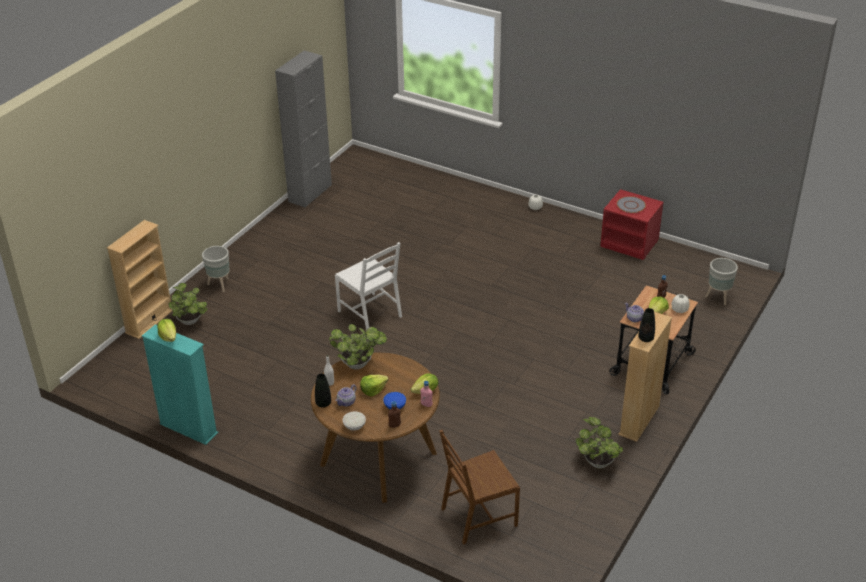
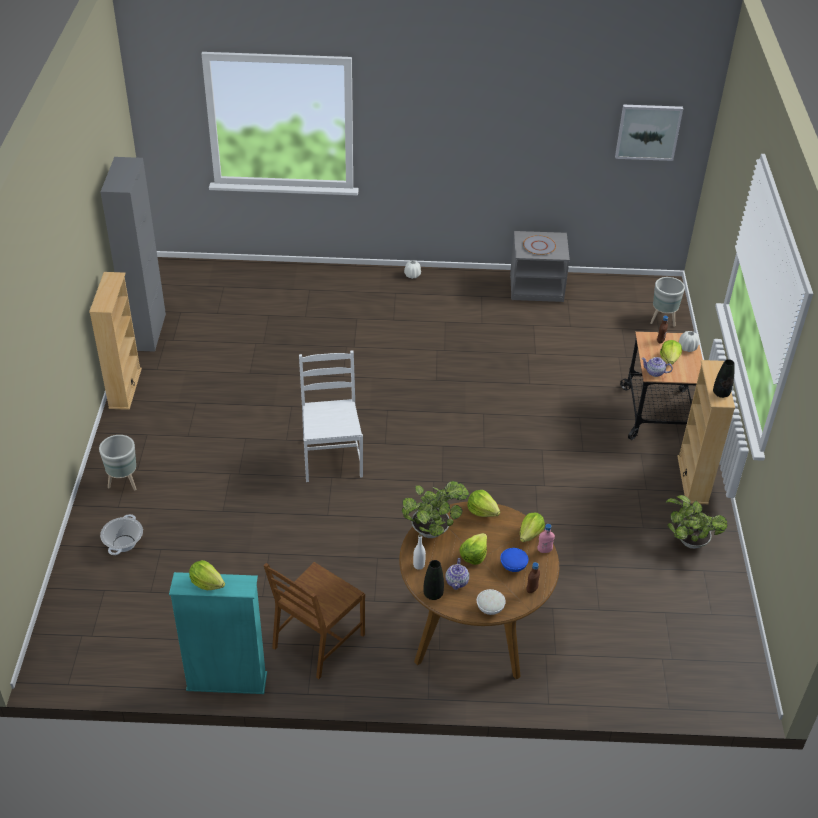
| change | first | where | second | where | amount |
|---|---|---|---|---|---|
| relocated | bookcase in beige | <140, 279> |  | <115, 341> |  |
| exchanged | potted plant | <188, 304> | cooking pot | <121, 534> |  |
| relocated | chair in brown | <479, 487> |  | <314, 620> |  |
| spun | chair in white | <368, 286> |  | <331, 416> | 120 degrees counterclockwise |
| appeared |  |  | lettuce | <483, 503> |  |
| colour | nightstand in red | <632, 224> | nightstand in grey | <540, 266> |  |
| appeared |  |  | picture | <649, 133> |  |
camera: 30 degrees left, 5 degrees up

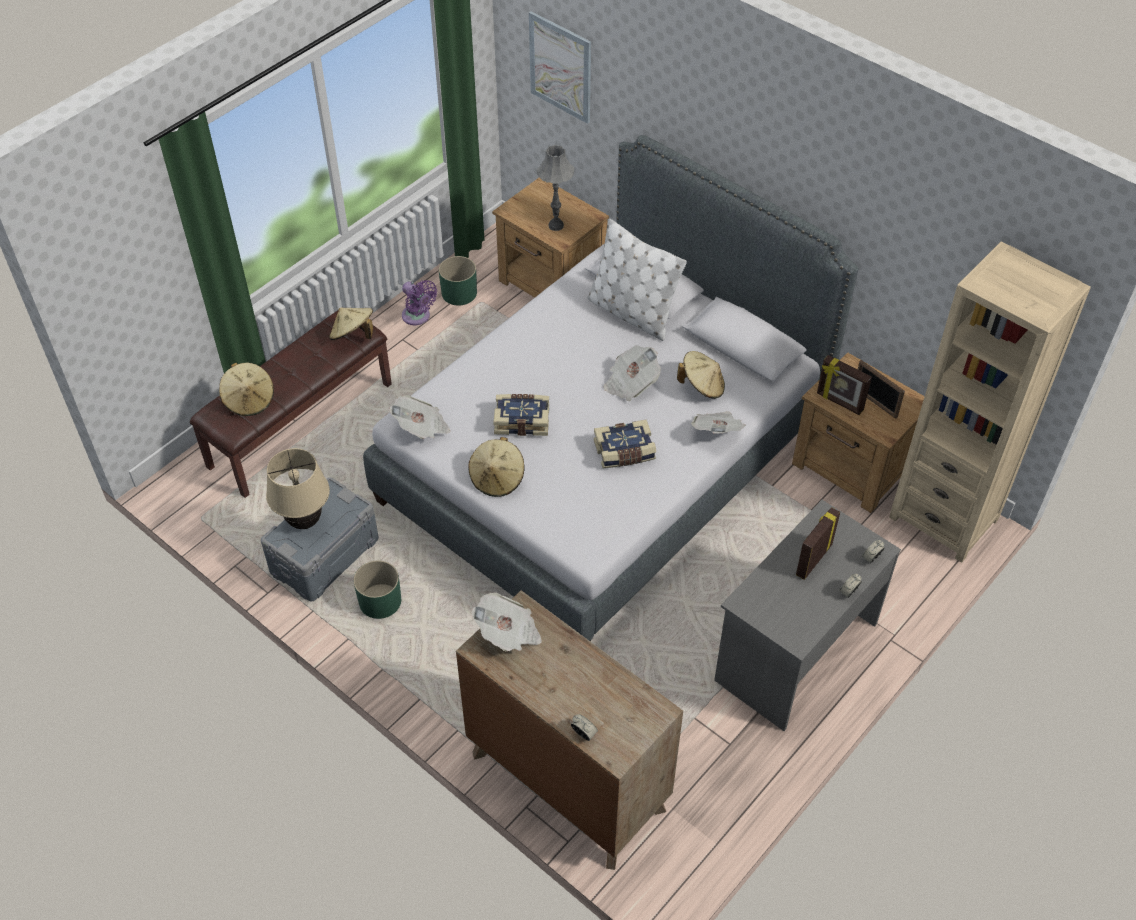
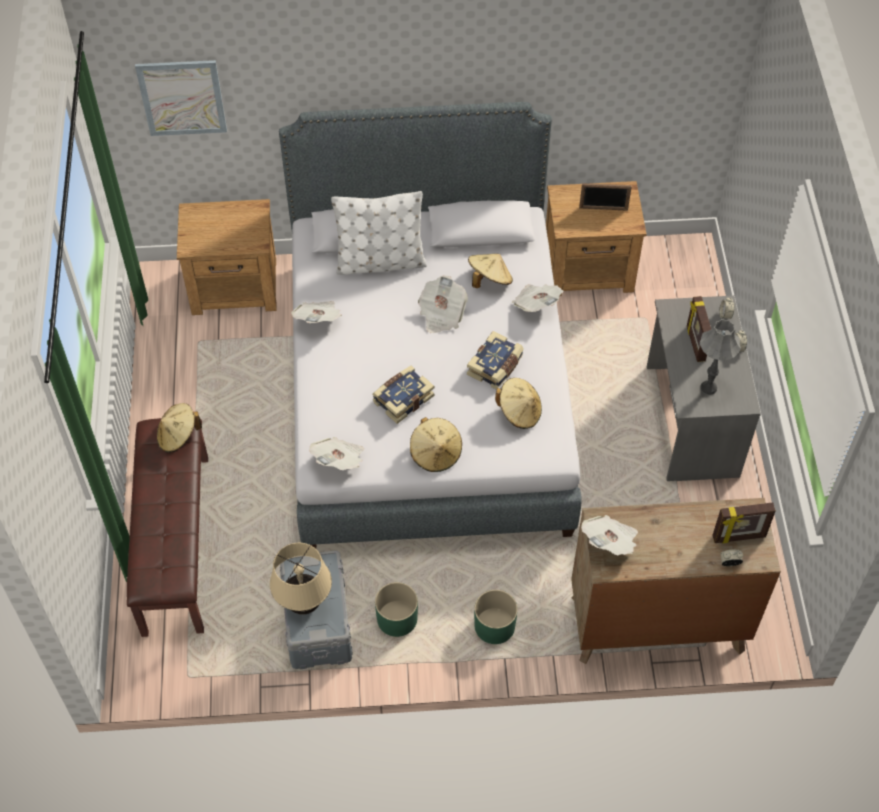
| change | first | where | second | where | amount |
|---|---|---|---|---|---|
| appeared |  |  | newspaper | <316, 312> |  |
| relocated | planter in green | <458, 281> |  | <496, 617> |  |
| relocated | hat in beige | <246, 389> |  | <518, 403> |  |
| relocated | table lamp in grey | <555, 188> |  | <720, 357> |  |
| relocated | picture frame | <844, 385> |  | <744, 523> |  |
| missing | fan in purple | <419, 302> |  |  |  |
| missing | bookcase in beige | <990, 402> |  |  |  |
camera: 45 degrees left, 5 degrees up

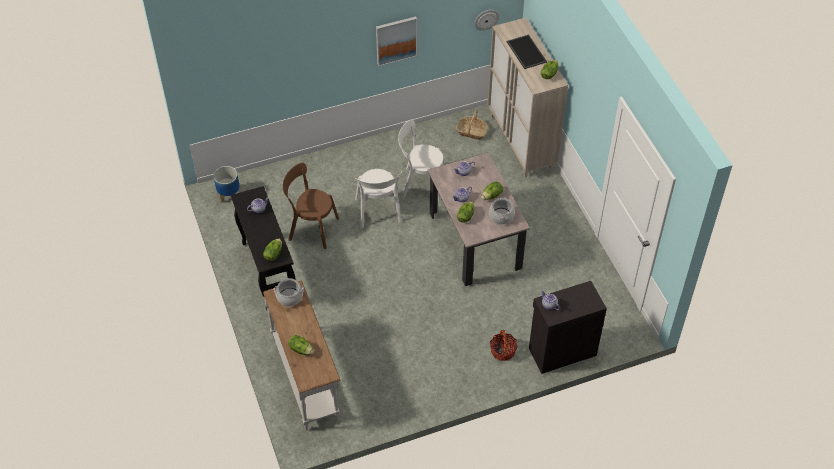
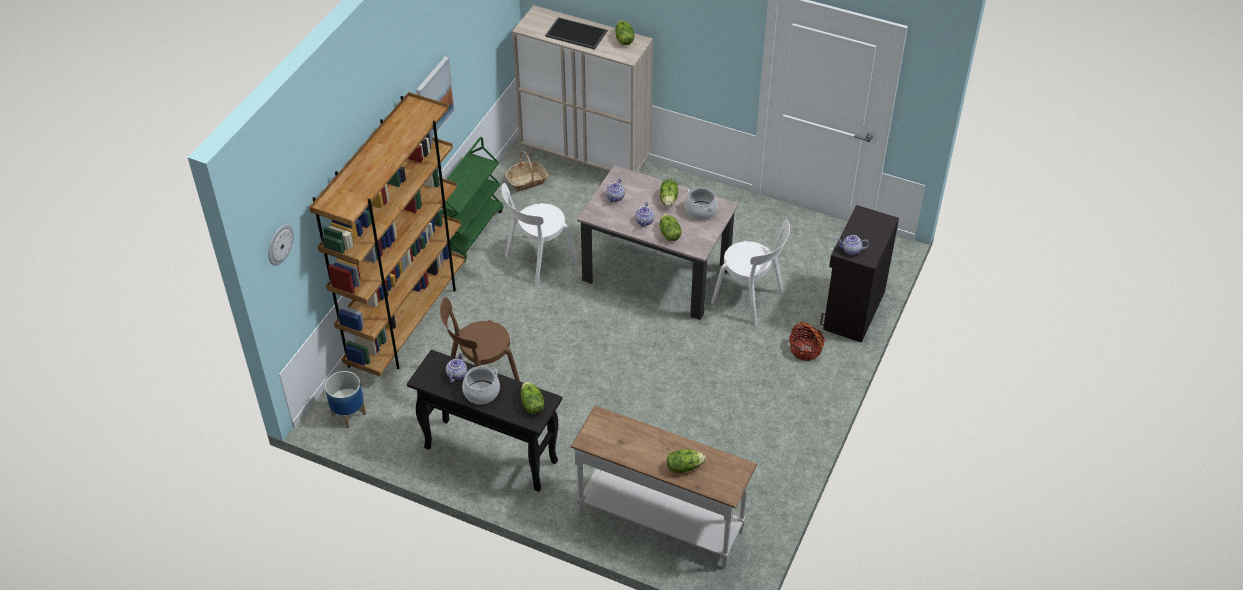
| change | first | where | second | where | amount |
|---|---|---|---|---|---|
| relocated | wall clock | <487, 20> |  | <281, 245> |  |
| appeared |  |  | bookcase in brown | <387, 234> |  |
| appeared |  |  | cart in green | <472, 199> |  |
| relocated | cooking pot | <288, 292> |  | <481, 385> |  |
| relocated | chair in white | <378, 198> |  | <750, 273> |  |
camera: 45 degrees left, 5 degrees down

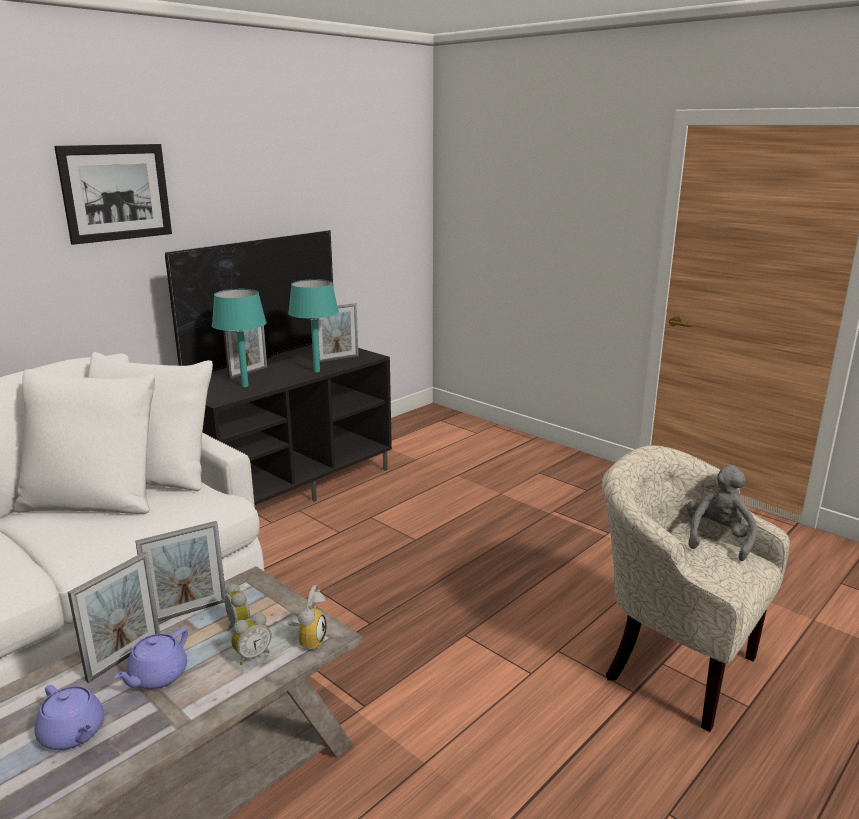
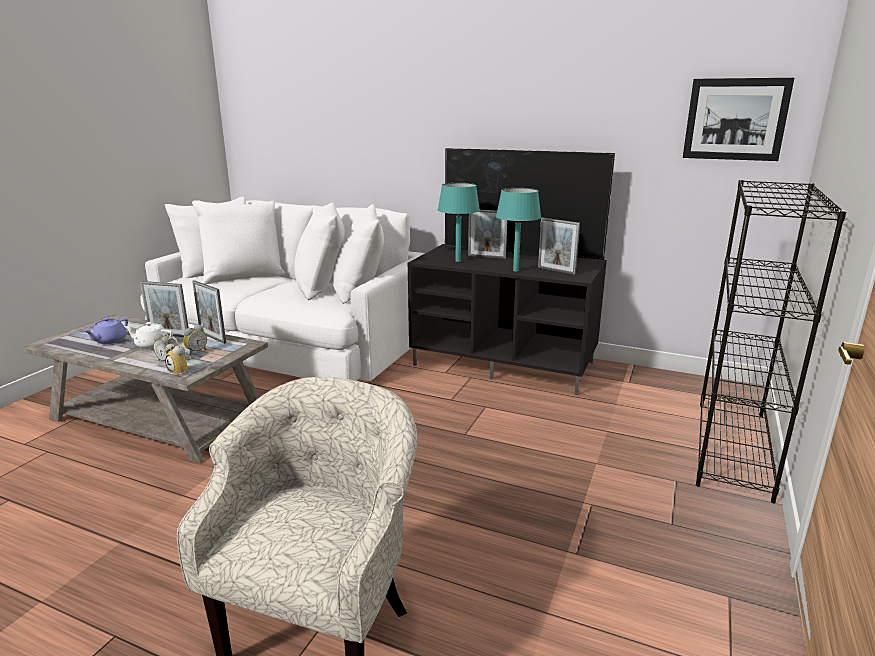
| change | first | where | second | where | amount |
|---|---|---|---|---|---|
| colour | teapot in purple | <151, 658> | teapot in white | <148, 335> |  |
| spun | alarm clock | <307, 618> |  | <178, 356> | 45 degrees clockwise |
| relocated | picture | <113, 194> |  | <738, 119> |  |
| appeared |  |  | bookcase in black | <771, 341> |  |
| missing | plush toy in grey | <722, 513> |  |  |  |
camera: 70 degrees right, 0 degrees up

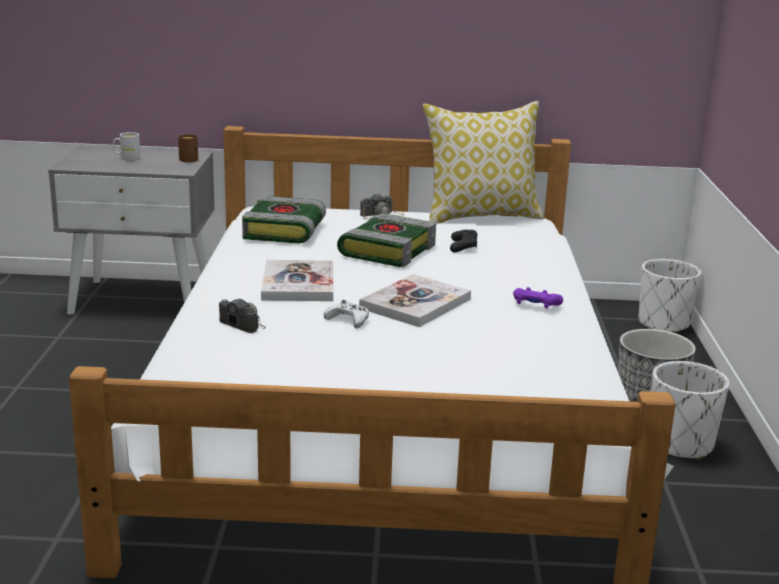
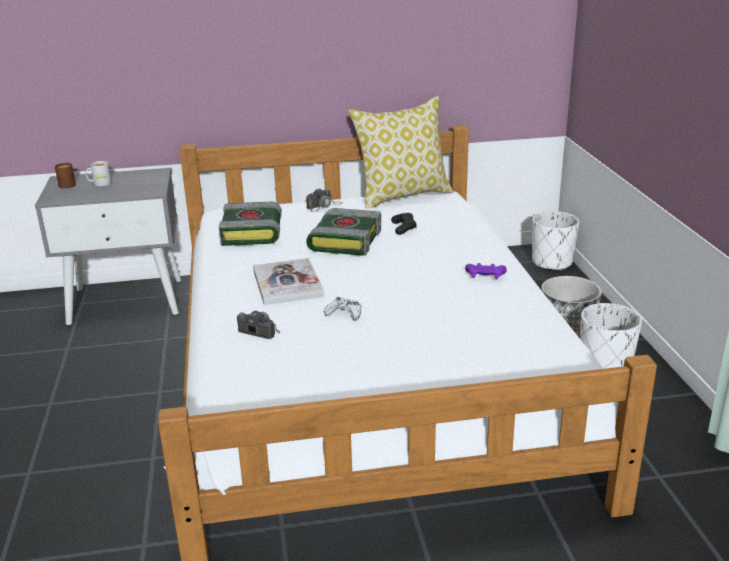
| change | first | where | second | where | amount |
|---|---|---|---|---|---|
| relocated | mug in brown | <188, 148> |  | <65, 175> |  |
| missing | book | <415, 300> |  |  |  |
camera: 10 degrees left, 5 degrees up

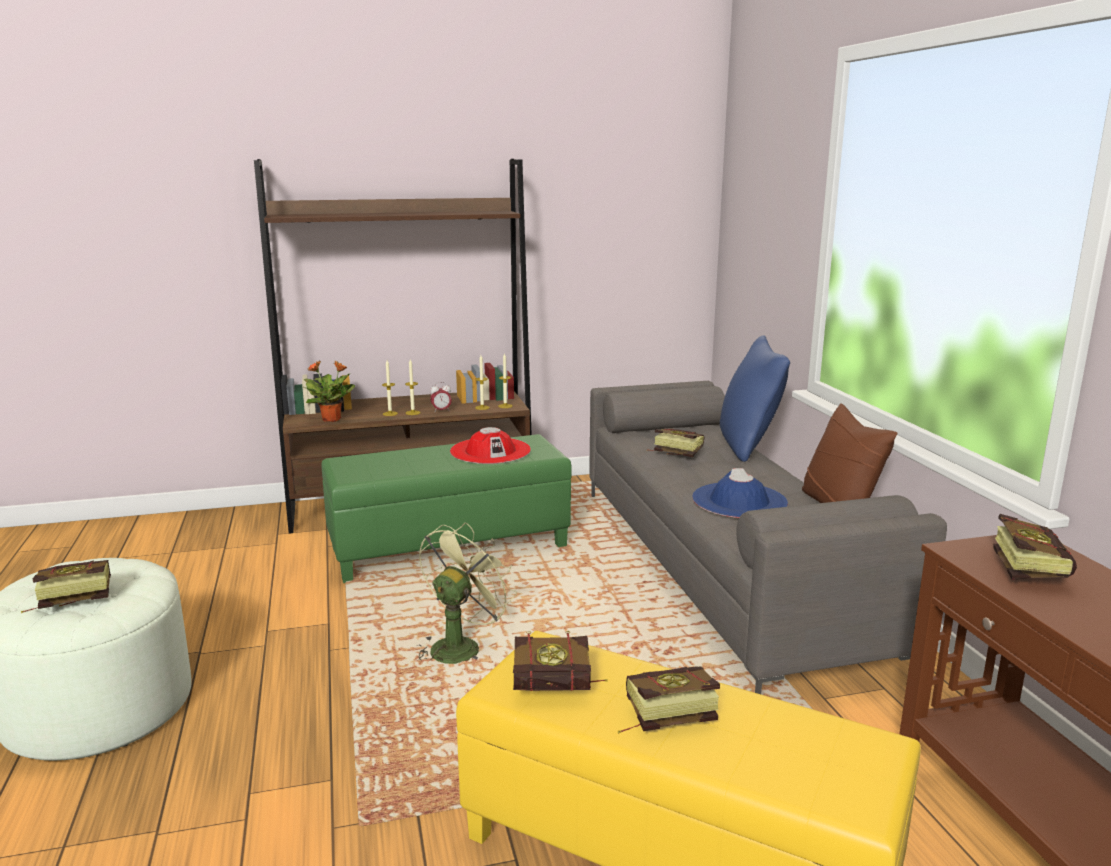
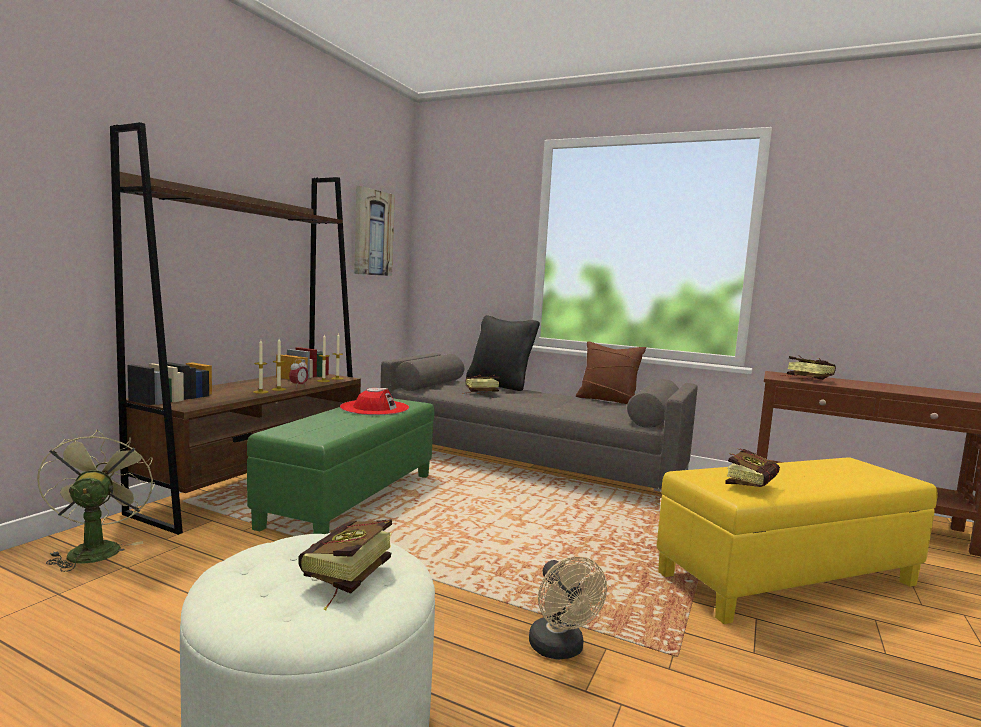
| change | first | where | second | where | amount |
|---|---|---|---|---|---|
| relocated | fan in green | <467, 593> |  | <96, 500> |  |
| appeared |  |  | picture | <374, 231> |  |
| colour | pillow in blue | <755, 398> | pillow in black | <503, 353> |  |
| appeared |  |  | fan in beige | <568, 608> |  |
| missing | potted plant | <329, 391> |  |  |  |
| missing | book | <669, 700> |  |  |  |
| missing | hat in blue | <740, 493> |  |  |  |
camera: 50 degrees left, 10 degrees down

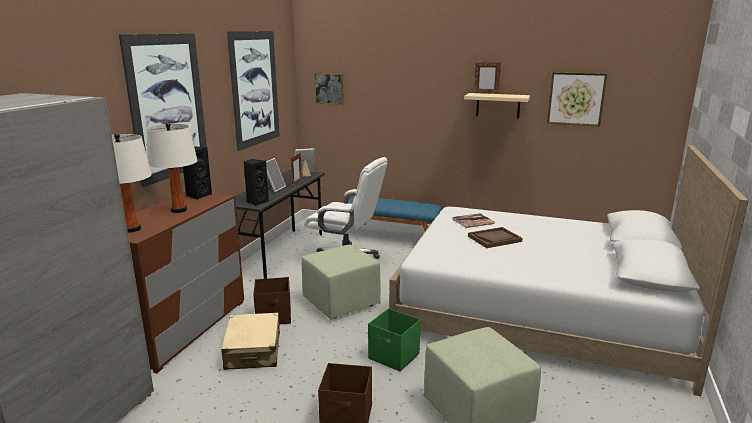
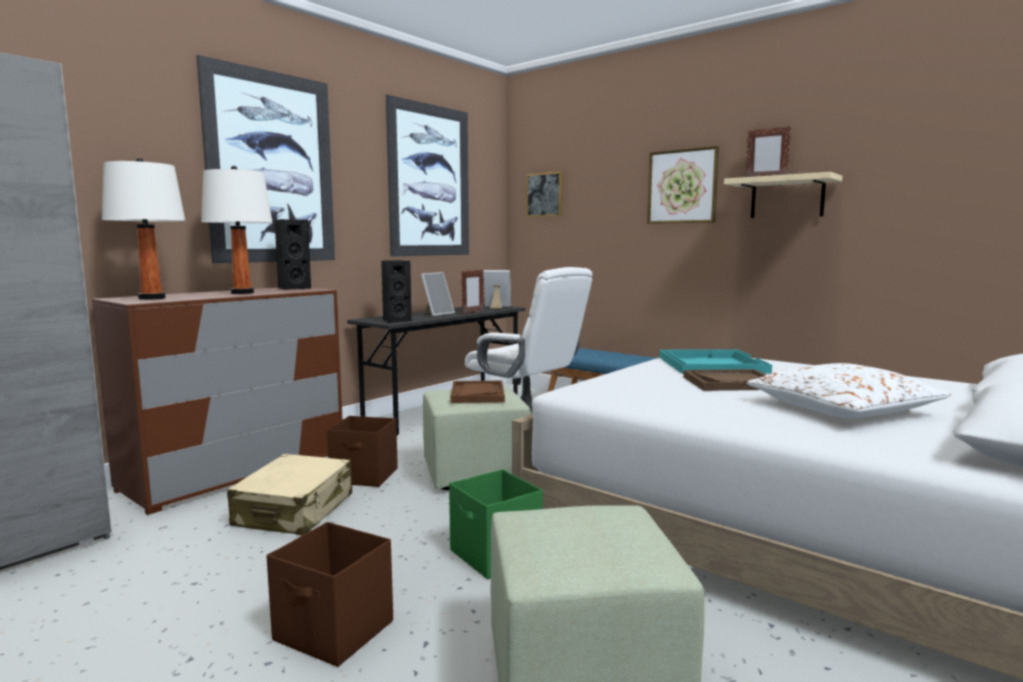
| change | first | where | second | where | amount |
|---|---|---|---|---|---|
| appeared |  |  | tray in brown | <478, 392> |  |
| relocated | picture | <577, 99> |  | <683, 185> |  |
| exchanged | book | <473, 220> | tray in turquoise | <715, 361> |  |
| appeared |  |  | pillow in white | <849, 390> |  |
camera: 20 degrees right, 10 degrees down

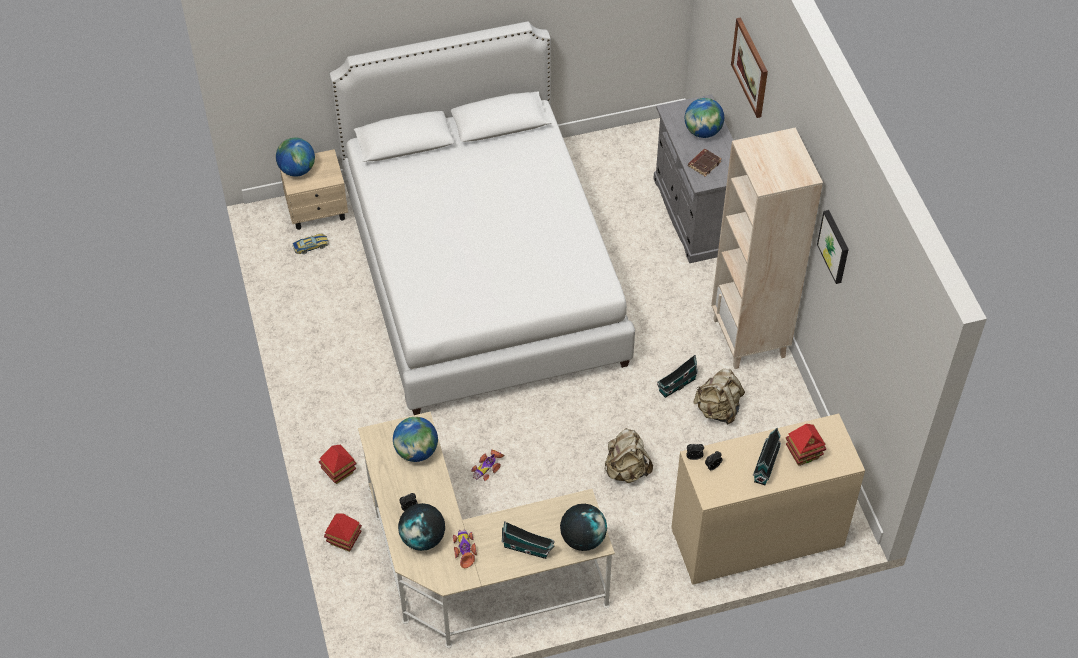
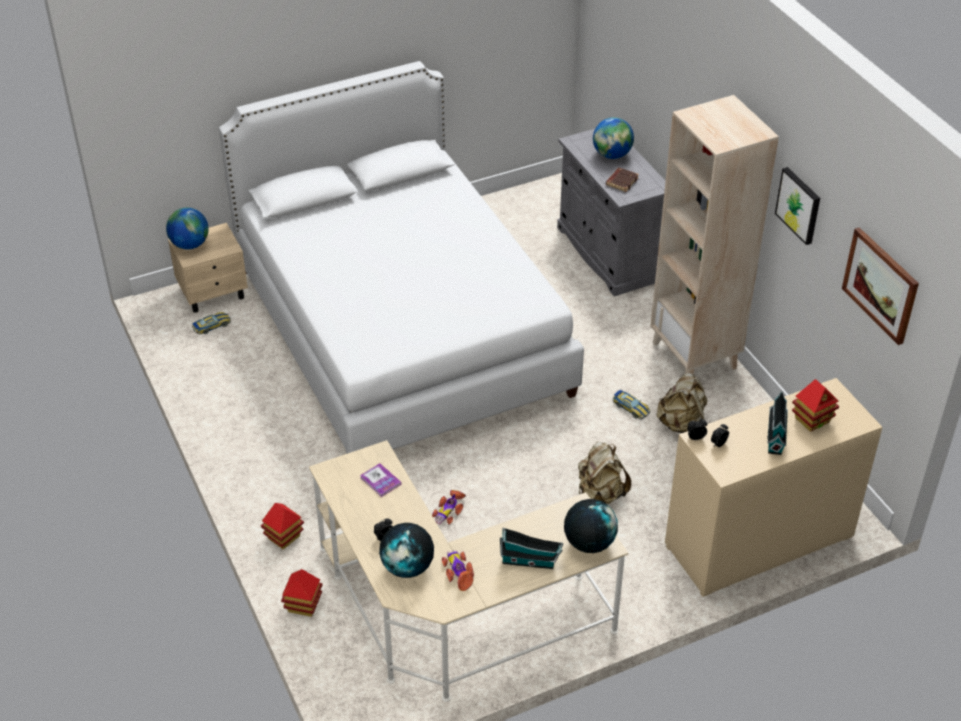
| change | first | where | second | where | amount |
|---|---|---|---|---|---|
| exchanged | globe | <415, 439> | book | <380, 480> |  |
| exchanged | toy house | <677, 376> | toy car | <631, 405> |  |
| relocated | picture | <749, 67> |  | <880, 286> |  |
camera: 10 degrees left, 10 degrees down

